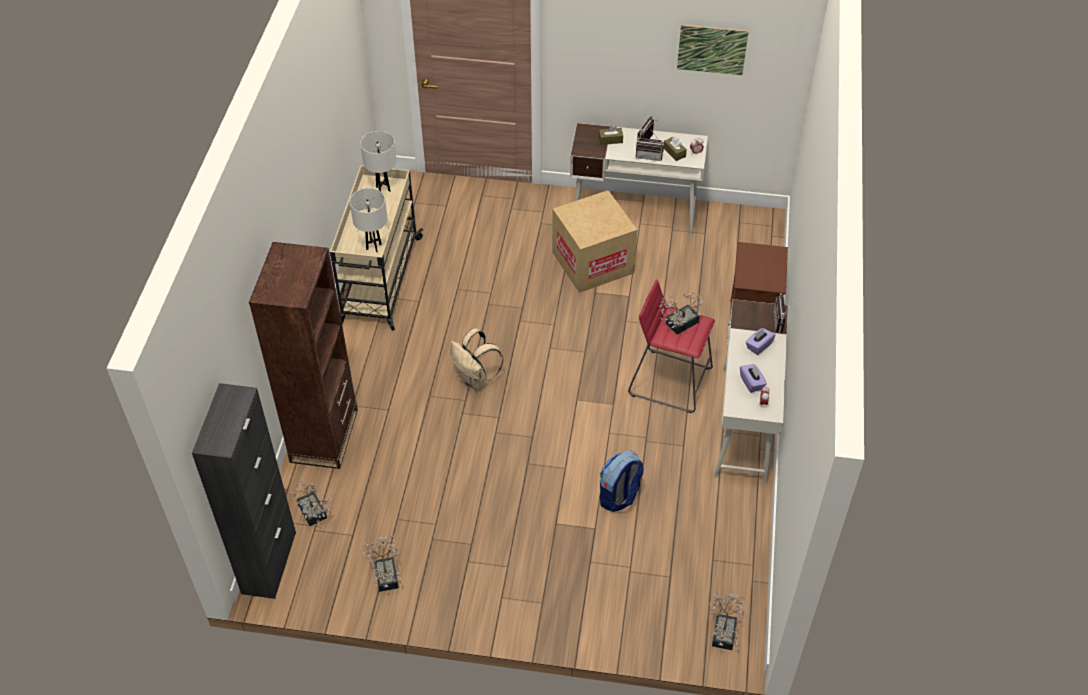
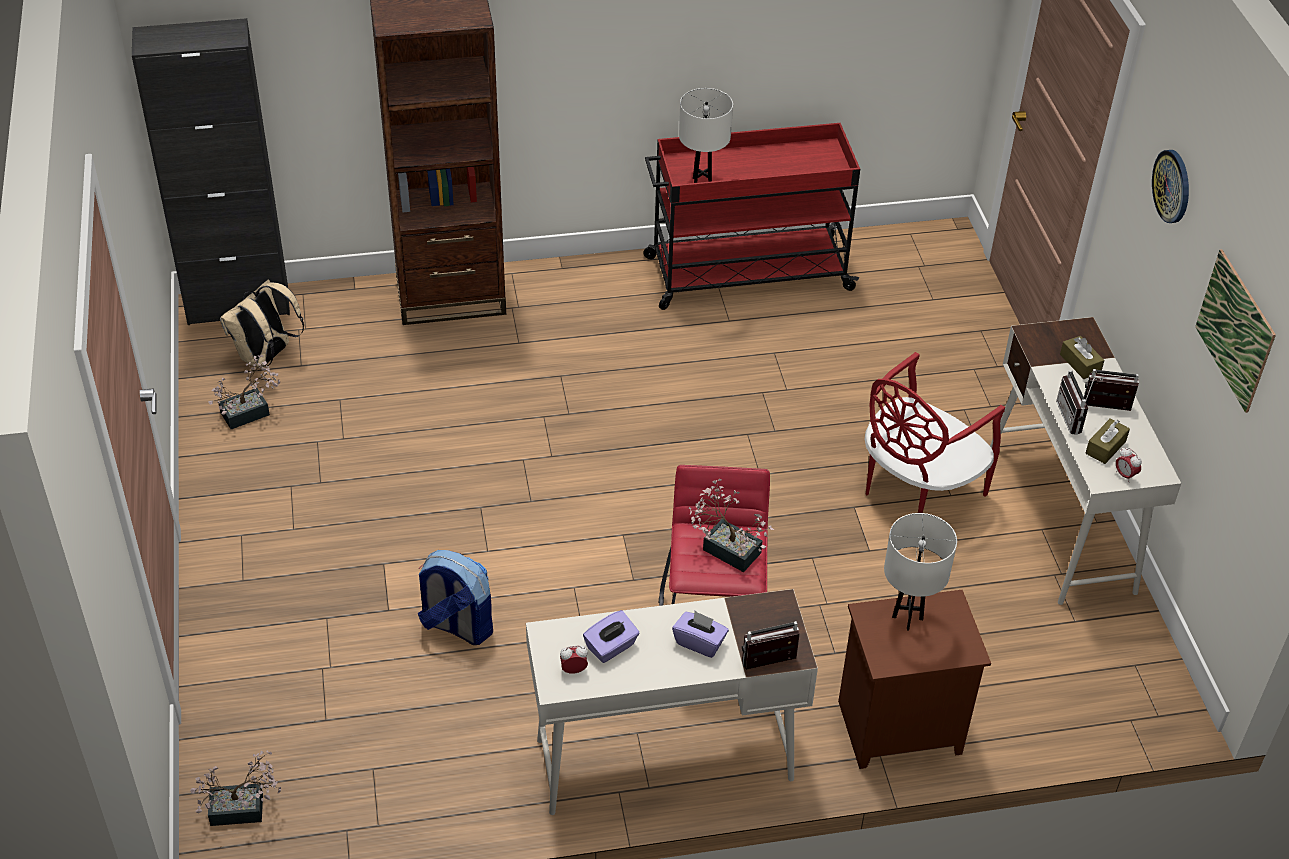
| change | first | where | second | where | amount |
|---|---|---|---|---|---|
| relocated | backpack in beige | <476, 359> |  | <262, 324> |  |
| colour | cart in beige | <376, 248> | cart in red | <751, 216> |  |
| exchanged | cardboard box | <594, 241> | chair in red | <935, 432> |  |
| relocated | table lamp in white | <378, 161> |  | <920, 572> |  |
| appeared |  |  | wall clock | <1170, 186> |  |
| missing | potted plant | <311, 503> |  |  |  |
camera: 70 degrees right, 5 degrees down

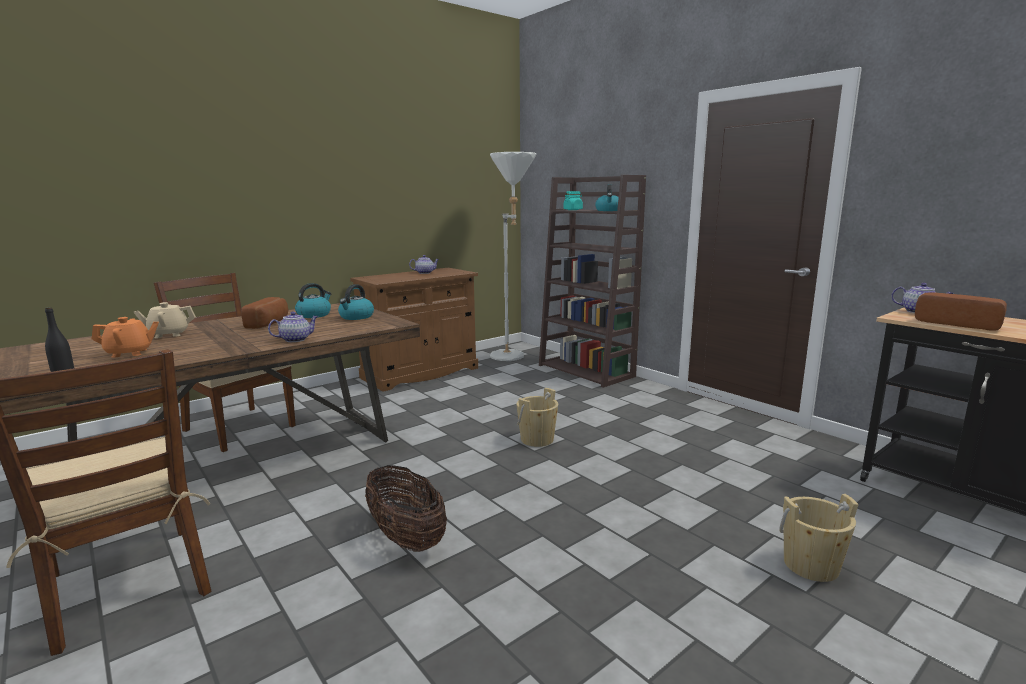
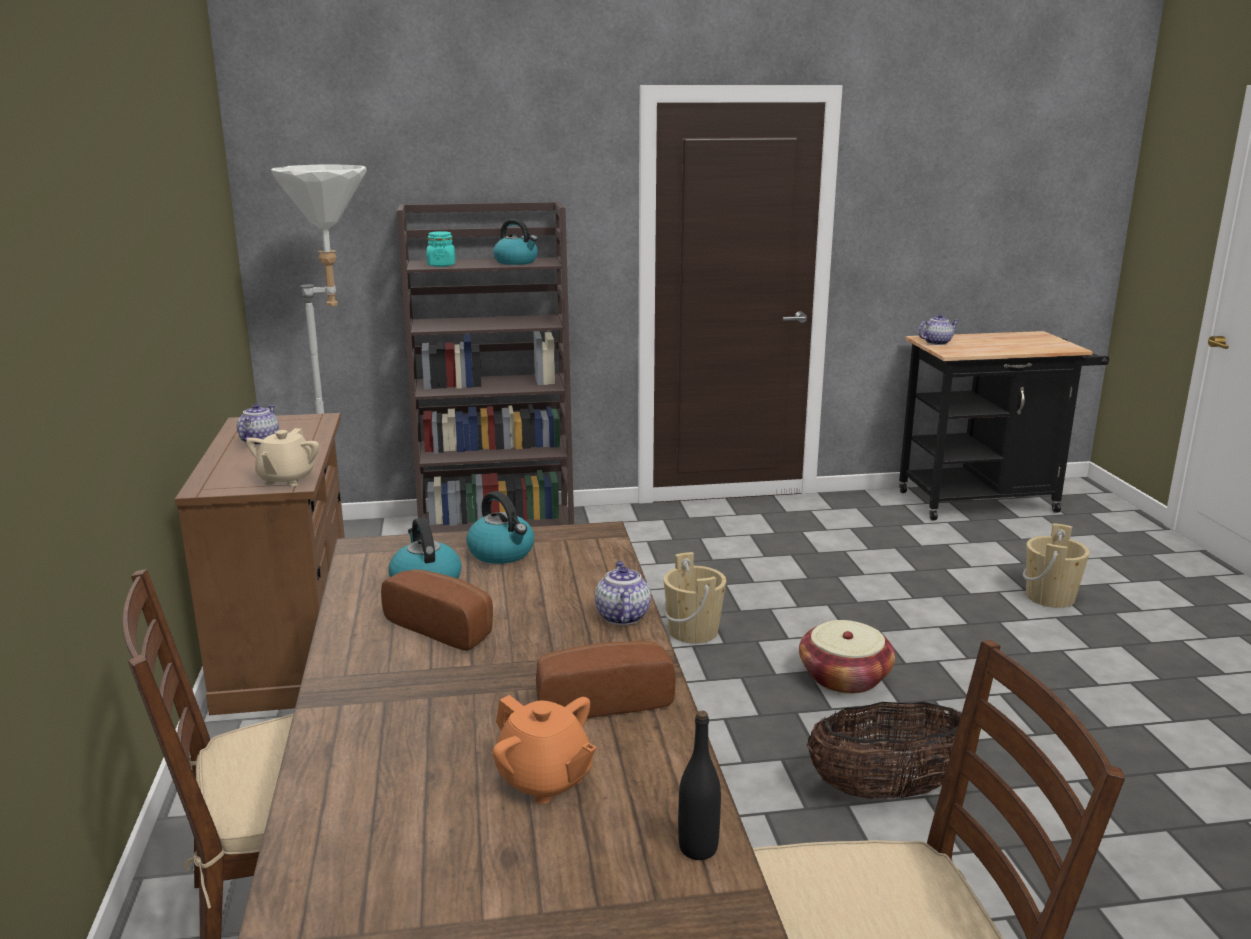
| change | first | where | second | where | amount |
|---|---|---|---|---|---|
| relocated | teapot in beige | <165, 320> |  | <282, 457> |  |
| spun | teapot in orange | <125, 337> |  | <544, 749> | 120 degrees clockwise |
| relocated | bread | <961, 312> |  | <606, 679> |  |
| appeared |  |  | basket | <847, 657> |  |
camera: 60 degrees left, 5 degrees up

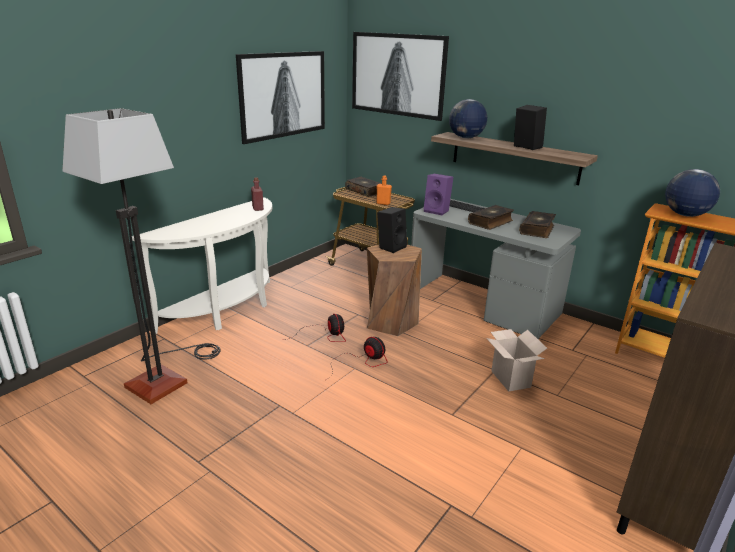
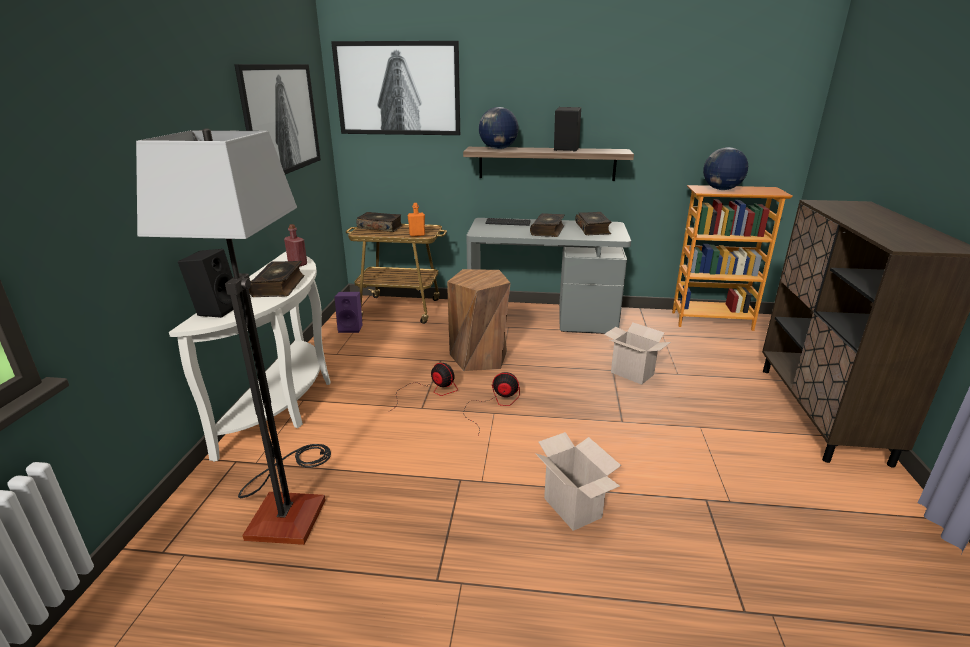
| change | first | where | second | where | amount |
|---|---|---|---|---|---|
| relocated | speaker in black | <392, 230> |  | <205, 283> |  |
| appeared |  |  | book | <277, 279> |  |
| relocated | speaker in purple | <438, 194> |  | <349, 312> |  |
| appeared |  |  | cardboard box | <578, 481> |  |
camera: 30 degrees left, 0 degrees up

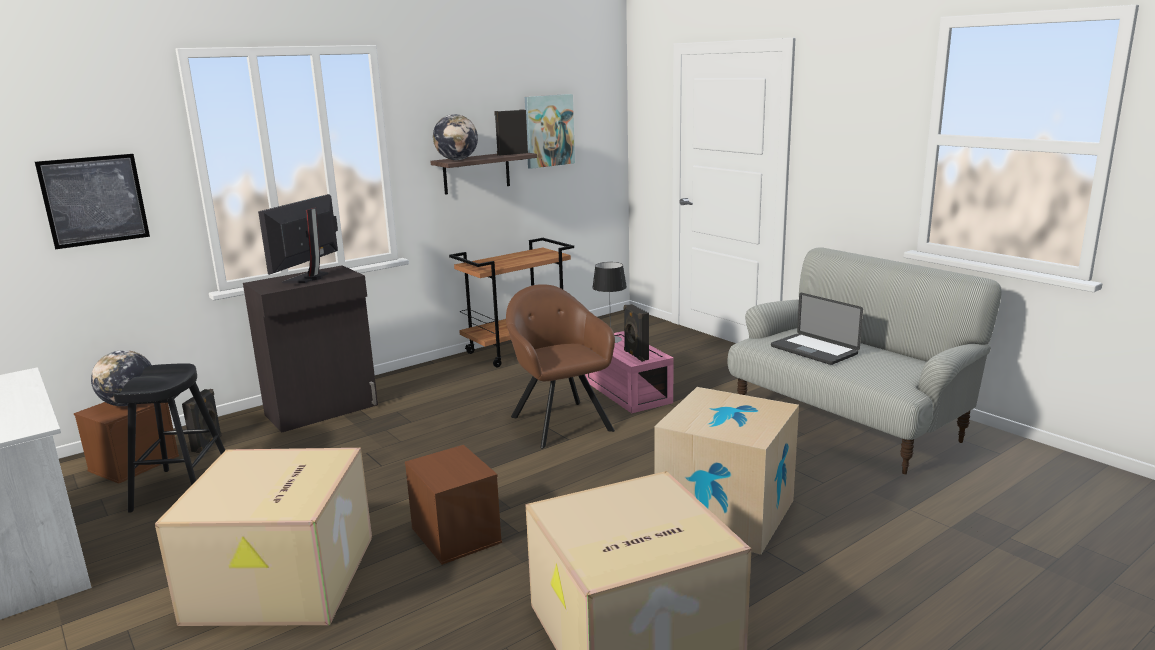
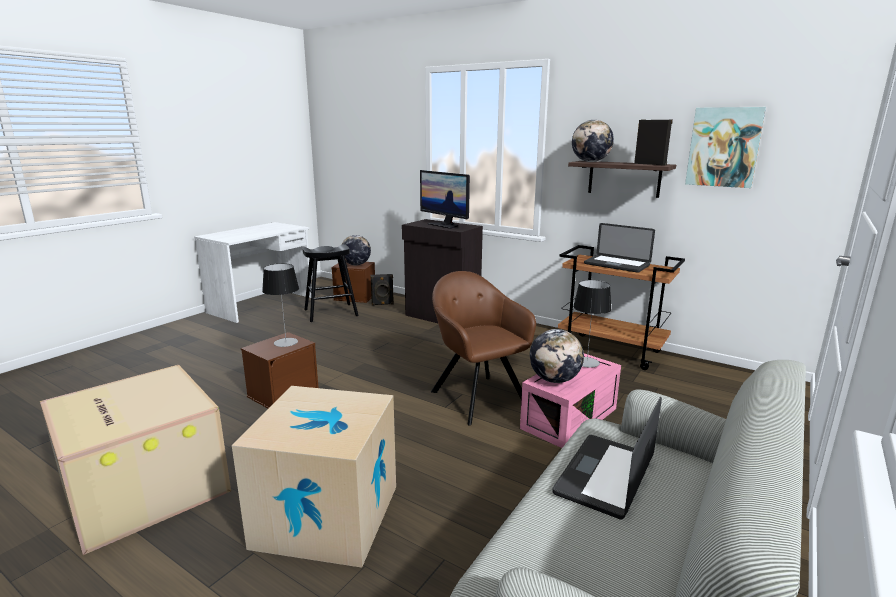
| change | first | where | second | where | amount |
|---|---|---|---|---|---|
| appeared |  |  | table lamp | <280, 305> |  |
| spun | monitor | <298, 238> |  | <445, 199> | 135 degrees counterclockwise |
| spun | armchair in brown | <560, 366> |  | <483, 348> | 75 degrees counterclockwise |
| exchanged | speaker in black | <636, 333> | globe | <556, 356> |  |
| appeared |  |  | laptop | <619, 248> |  |
| missing | picture | <92, 201> |  |  |  |
| missing | cardboard box | <263, 537> |  |  |  |
camera: 70 degrees right, 0 degrees up

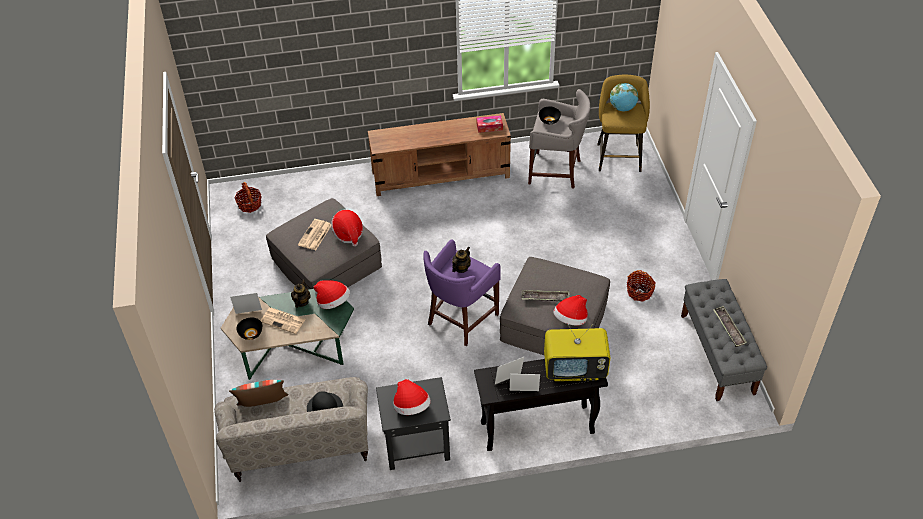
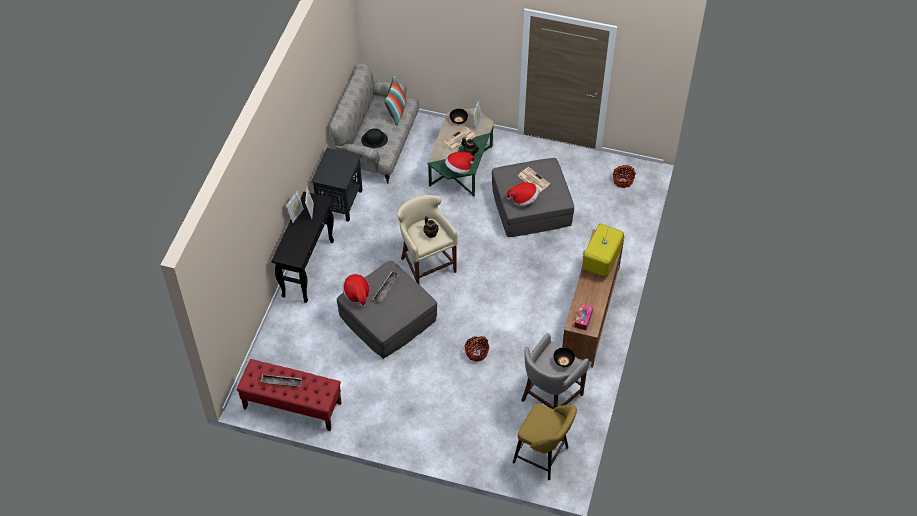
| change | first | where | second | where | amount |
|---|---|---|---|---|---|
| colour | bench in grey | <724, 340> | bench in red | <289, 395> |  |
| colour | stool in purple | <462, 292> | stool in beige | <427, 239> |  |
| relocated | basket | <641, 286> |  | <477, 349> |  |
| relocated | television | <577, 352> |  | <603, 250> |  |
| missing | hat | <412, 397> |  |  |  |
| missing | globe | <624, 97> |  |  |  |
camera: 115 degrees right, 5 degrees up

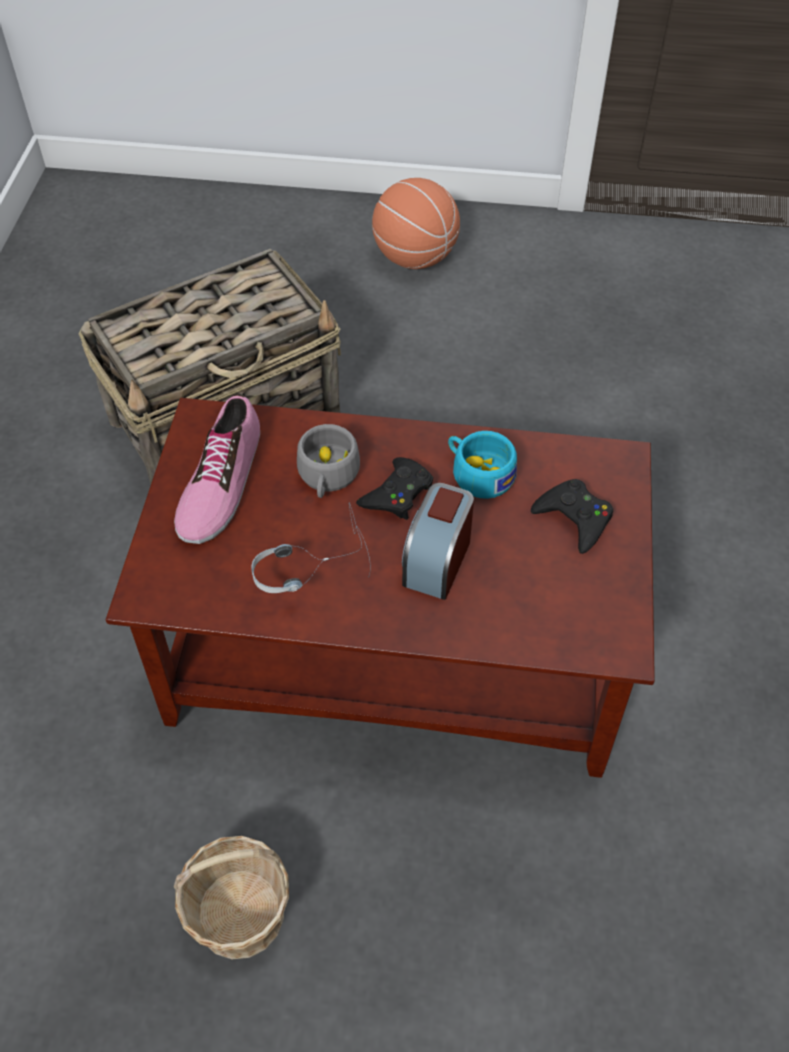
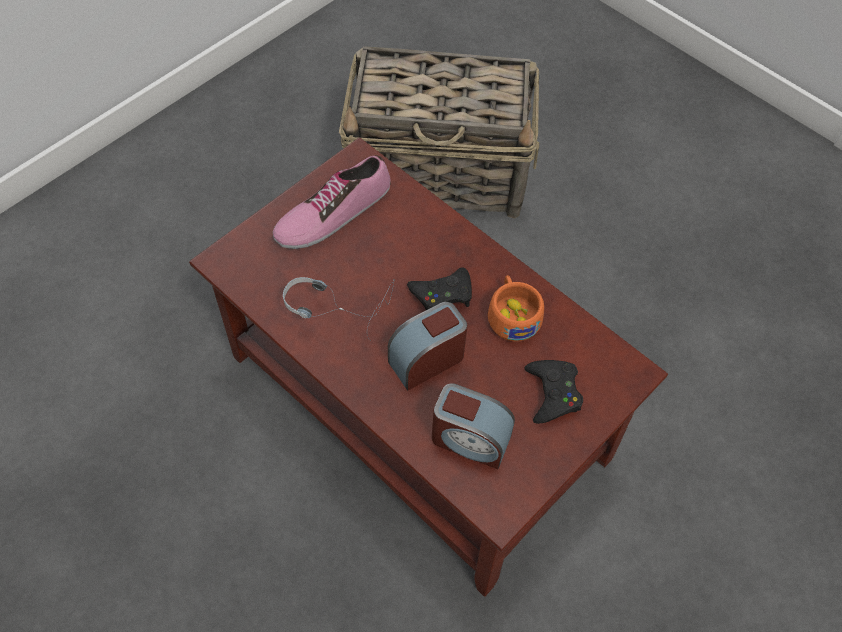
| change | first | where | second | where | amount |
|---|---|---|---|---|---|
| appeared |  |  | alarm clock | <473, 426> |  |
| colour | cup in turquoise | <482, 465> | cup in orange | <516, 308> |  |
| missing | basket | <231, 897> |  |  |  |
| missing | cup in grey | <328, 461> |  |  |  |
| missing | basketball | <416, 223> |  |  |  |
camera: 35 degrees right, 5 degrees up

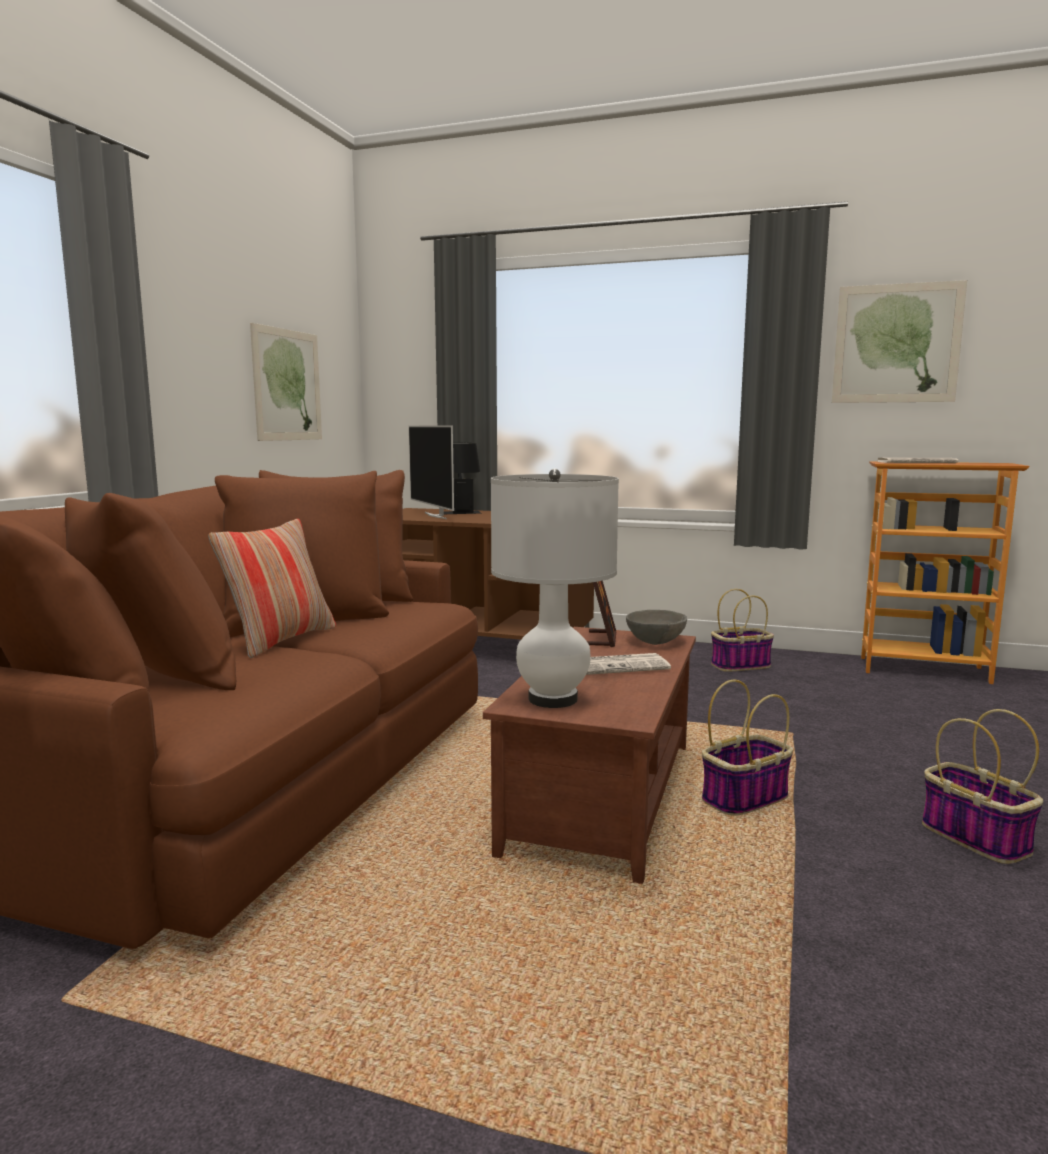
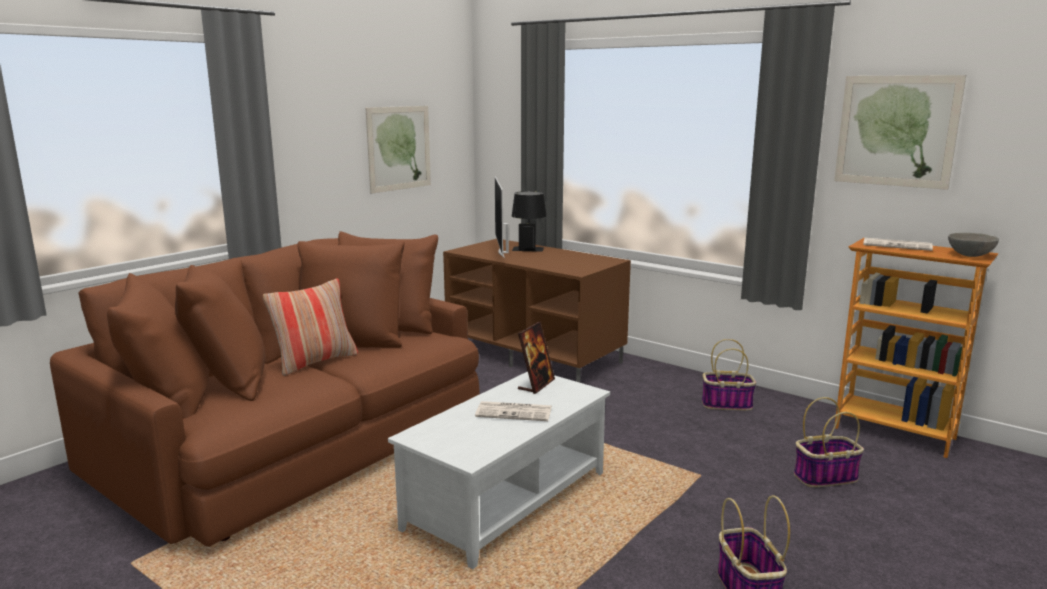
| change | first | where | second | where | amount |
|---|---|---|---|---|---|
| colour | coffee table in brown | <589, 755> | coffee table in white | <499, 470> |  |
| relocated | basket | <747, 748> |  | <829, 442> |  |
| relocated | bowl in grey | <656, 627> |  | <973, 245> |  |
| missing | table lamp in white | <555, 588> |  |  |  |
camera: 20 degrees right, 5 degrees up

